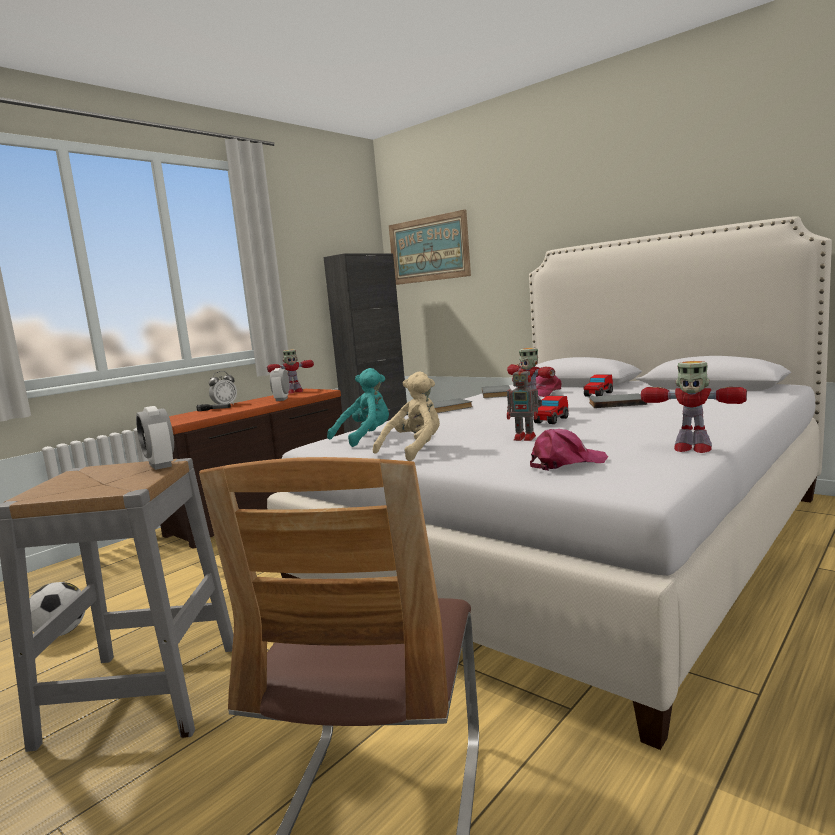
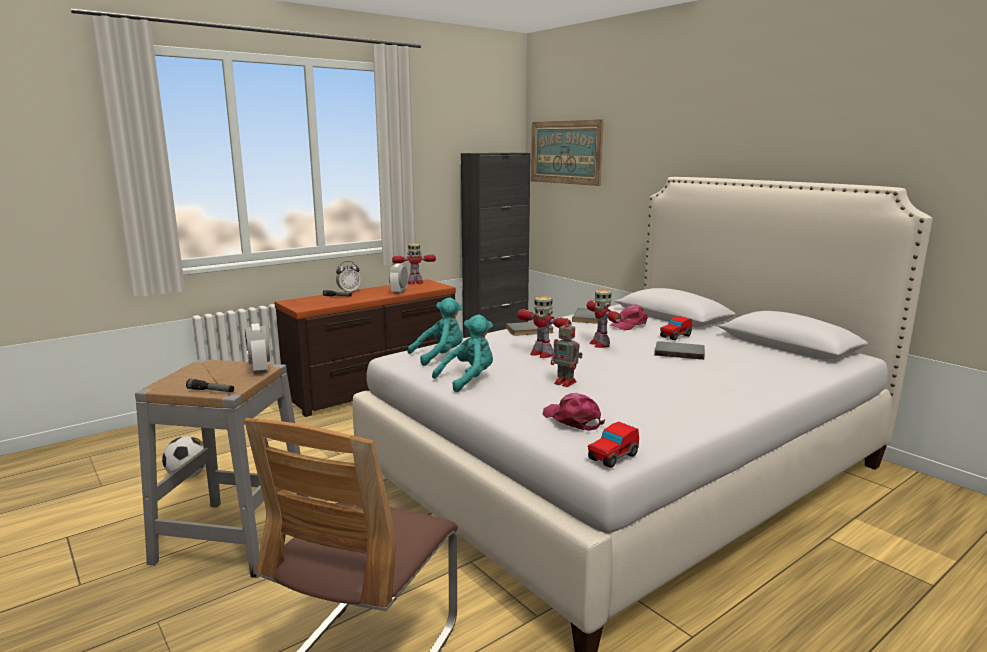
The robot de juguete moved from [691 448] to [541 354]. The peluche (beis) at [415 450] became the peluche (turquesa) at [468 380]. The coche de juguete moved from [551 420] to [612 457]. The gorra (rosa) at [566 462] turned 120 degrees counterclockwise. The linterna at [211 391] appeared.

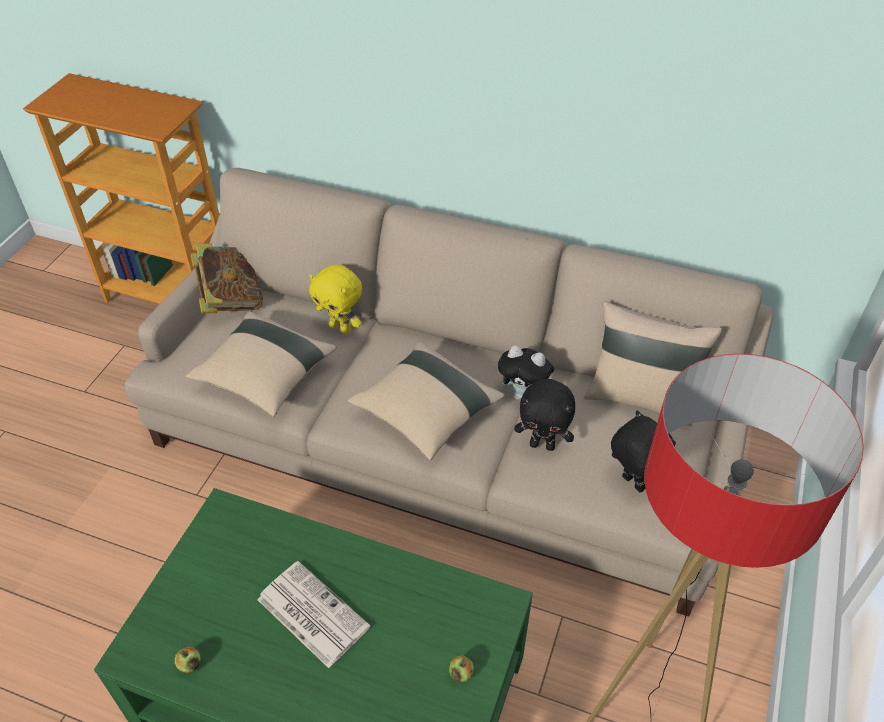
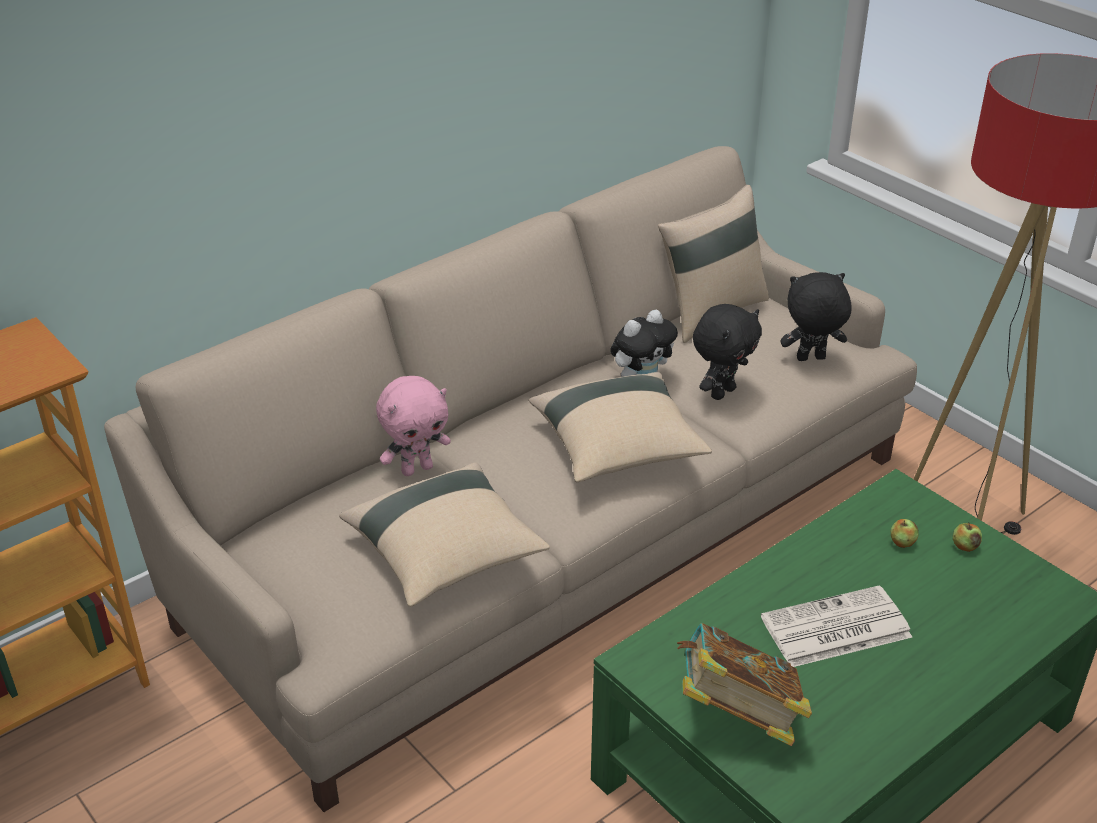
The libro moved from [231 299] to [737 715]. The peluche (amarillo) at [340 328] became the peluche (rosa) at [417 468]. The manzana moved from [190 664] to [902 542].

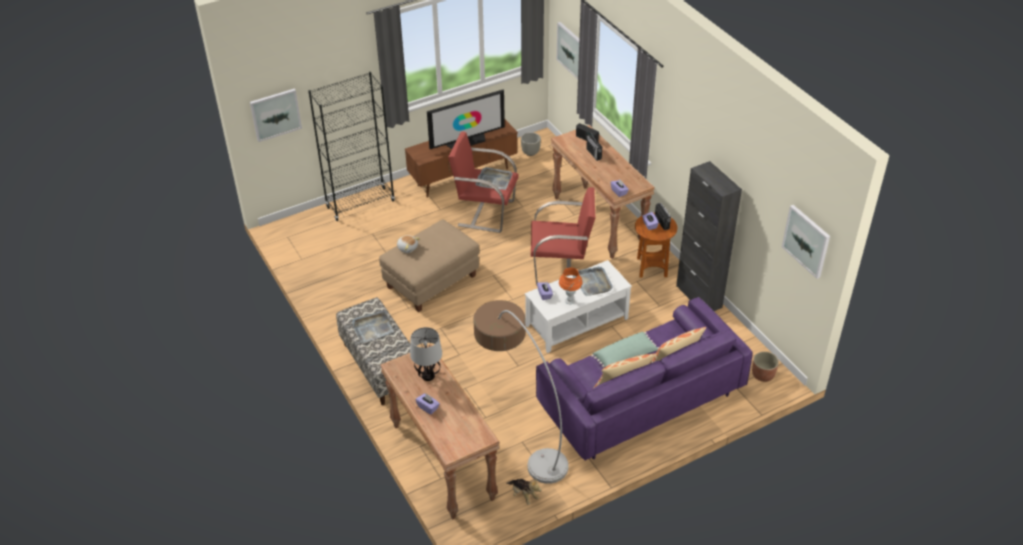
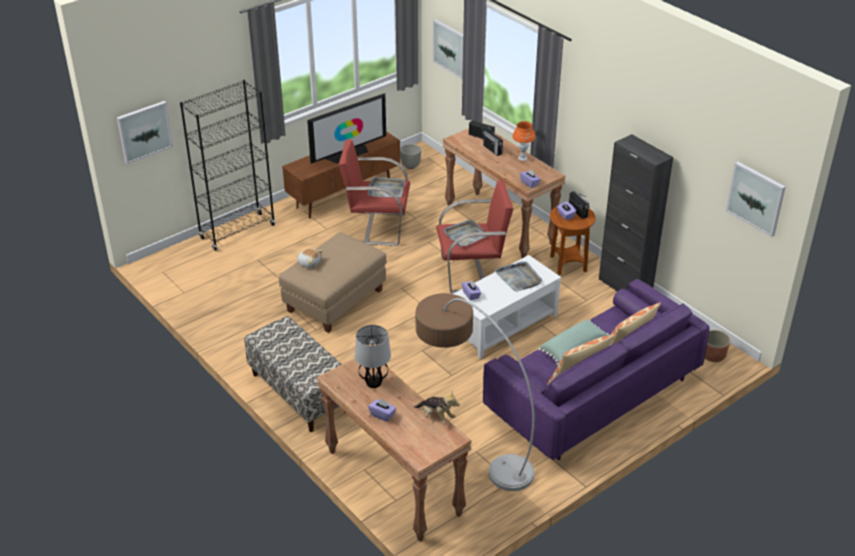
The lámpara de mesa (naranja) moved from [569 301] to [522 158]. The bandeja (gris) moved from [372 328] to [465 235]. The peluche moved from [523 495] to [436 417].

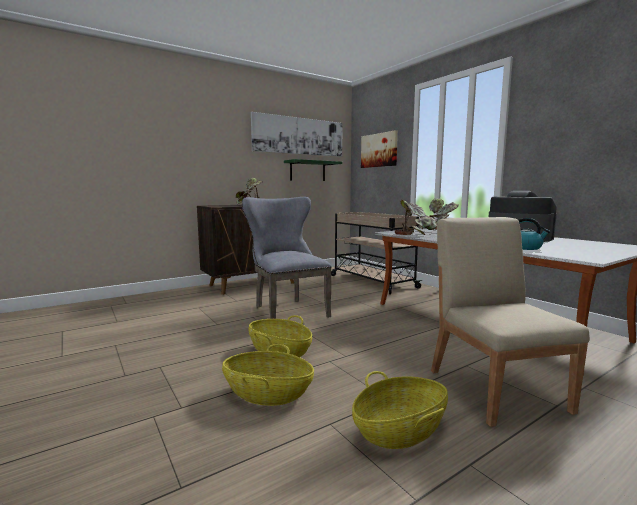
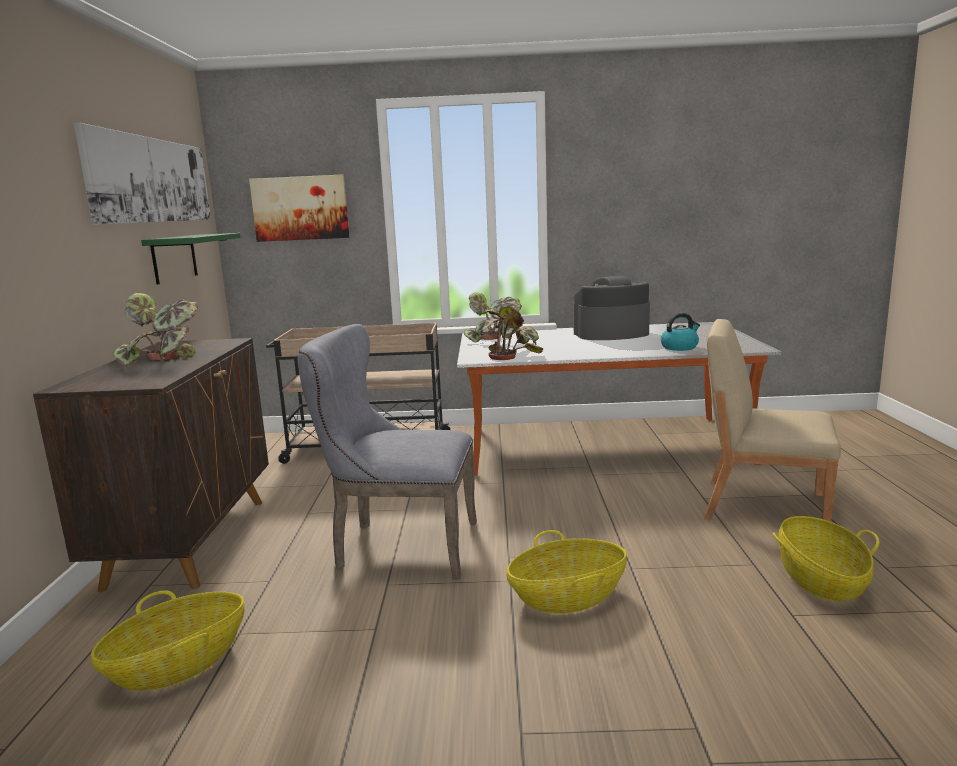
The cesta moved from [267 394] to [178 664].

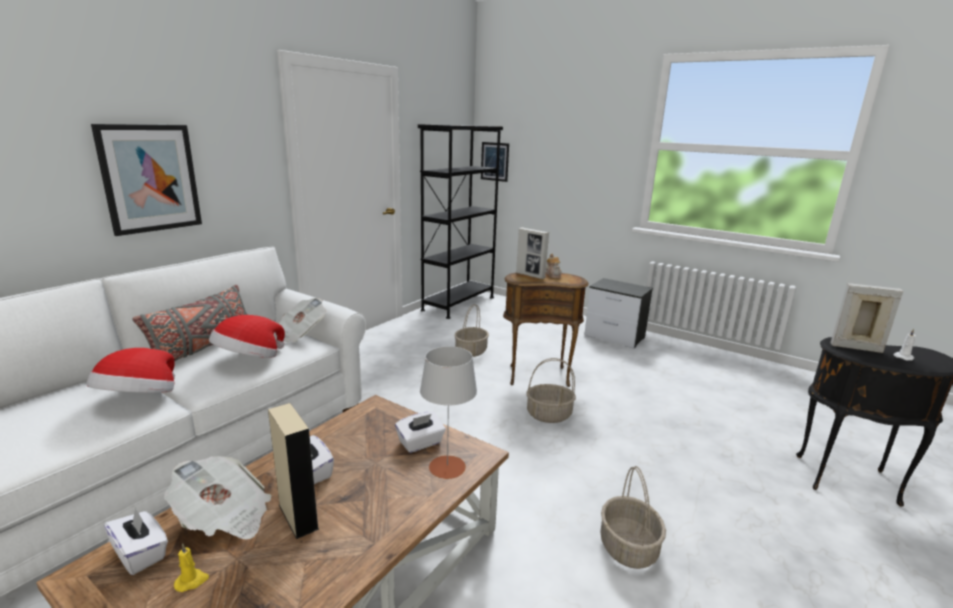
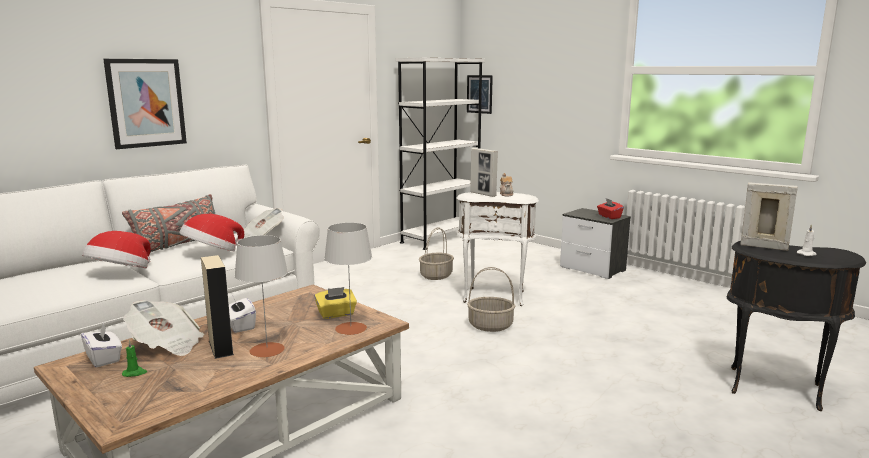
The estantería (negro) at [458 304] became the estantería (blanco) at [440 238]. The mesa auxiliar (marrón) at [538 375] became the mesa auxiliar (blanco) at [495 296]. The caja de pañuelos (blanco) at [420 443] became the caja de pañuelos (amarillo) at [336 314]. The cesta at [629 548] disappeared. The vela (amarillo) at [192 581] became the vela (verde) at [135 373]. The caja de pañuelos (rojo) at [609 217] appeared. The lámpara de mesa (gris) at [267 350] appeared.

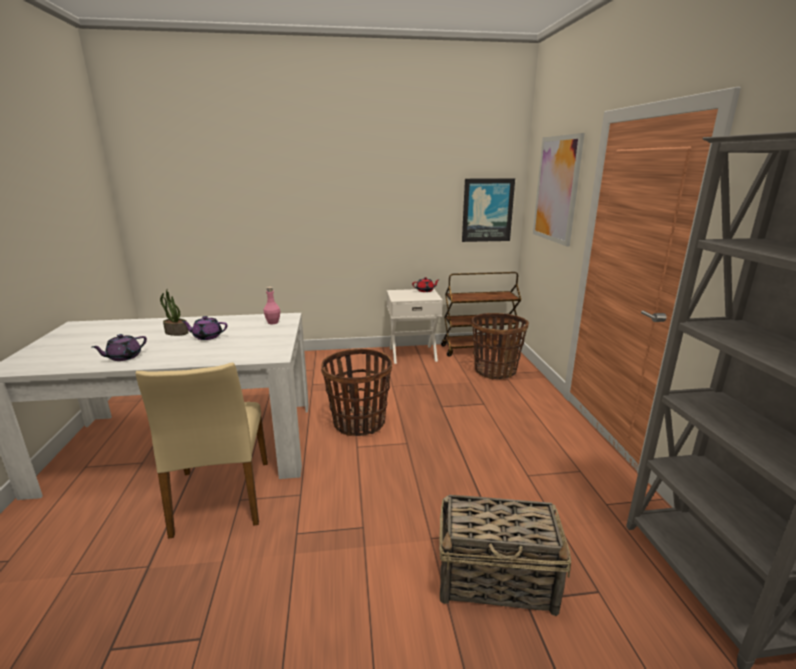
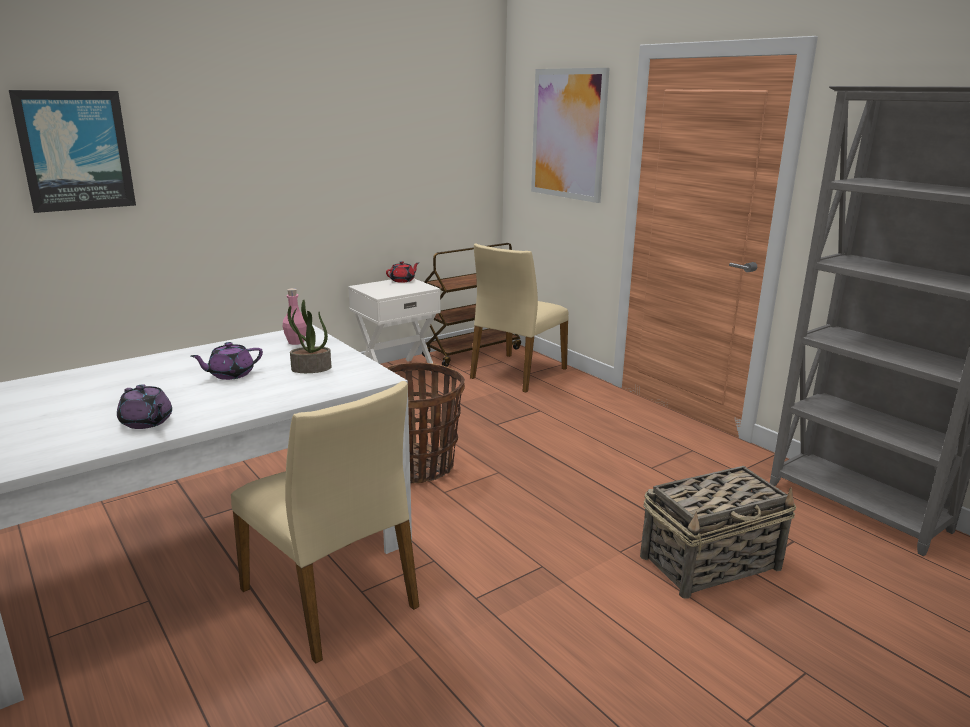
The cuadro moved from [487 210] to [75 151]. The planta en maceta moved from [176 332] to [311 369]. The cesta at [495 371] was replaced by the silla (beis) at [517 373]. The tetera (morado) at [123 357] turned 60 degrees counterclockwise.

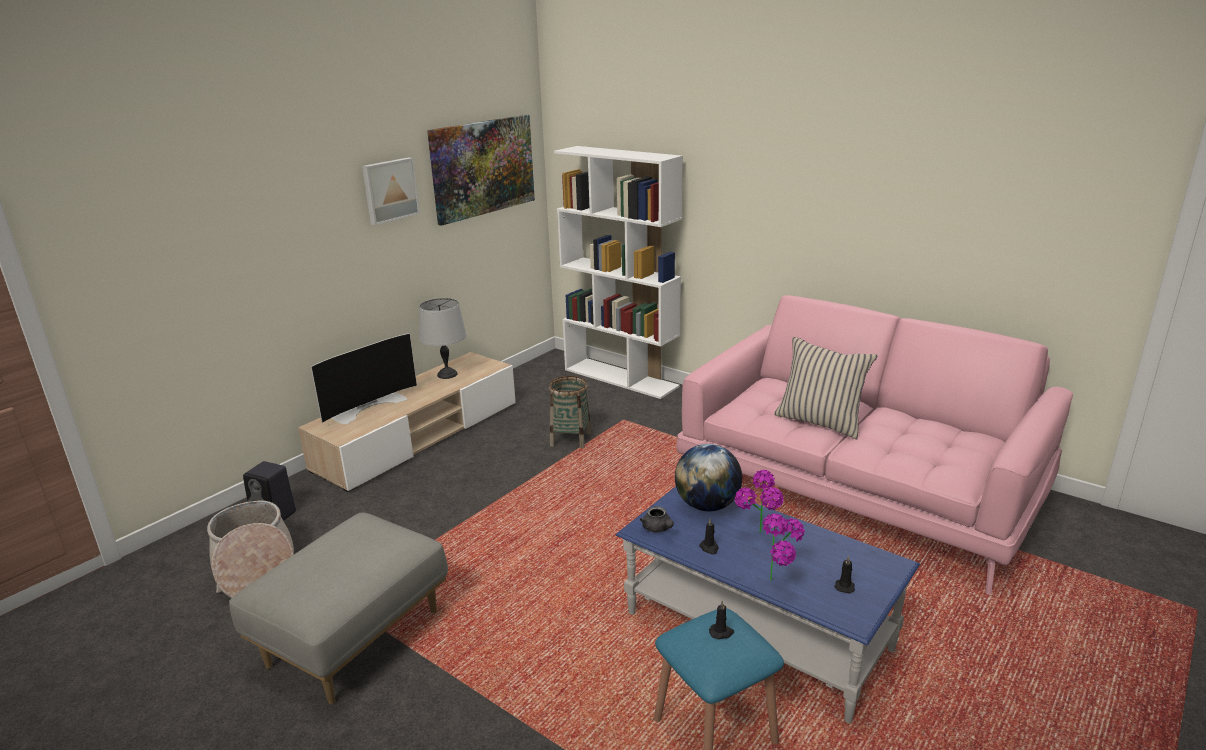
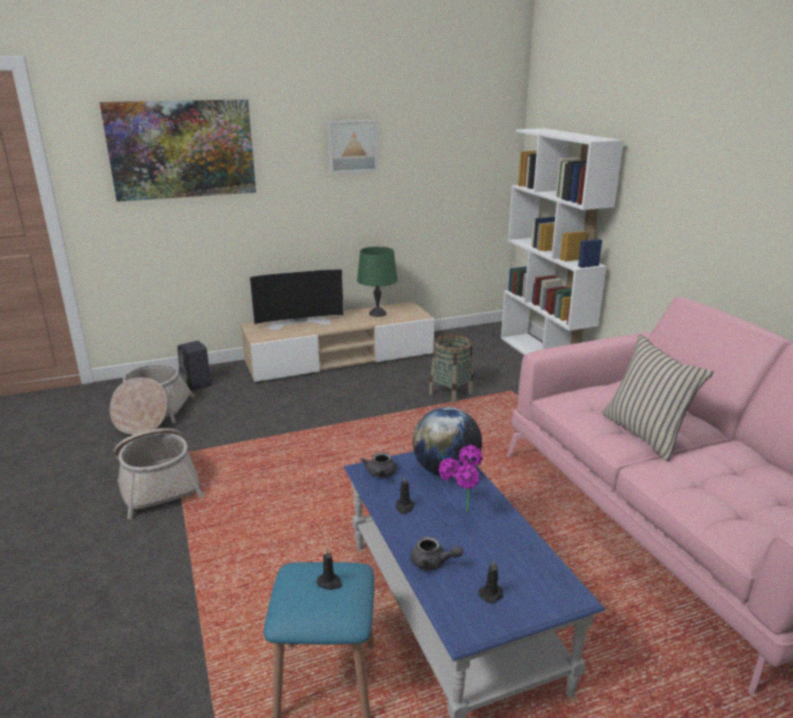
The cuadro moved from [483 167] to [182 149]. The lámpara de mesa (gris) at [447 374] became the lámpara de mesa (verde) at [378 313]. The puf (gris) at [354 637] was replaced by the cesta at [158 483]. The planta en maceta at [780 582] was replaced by the tetera (gris) at [433 563].

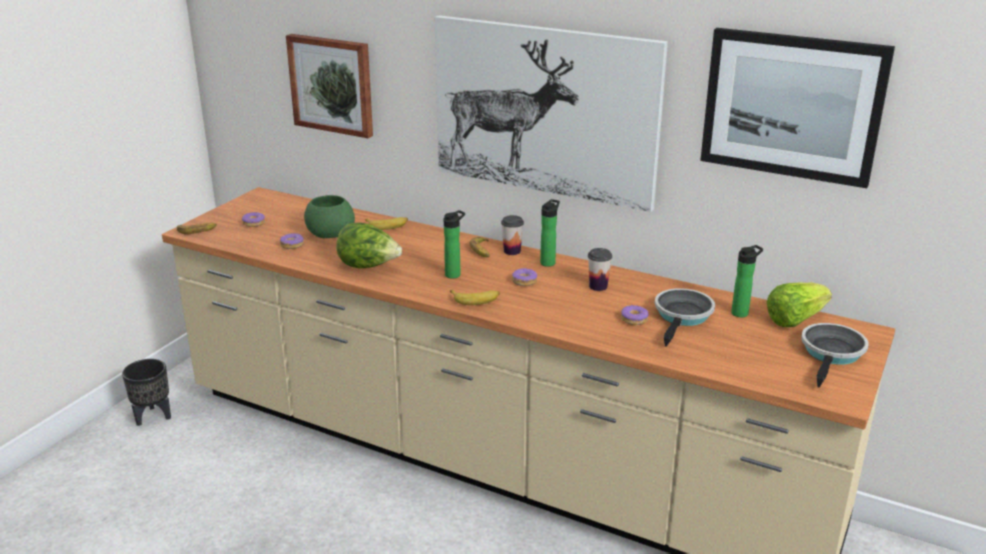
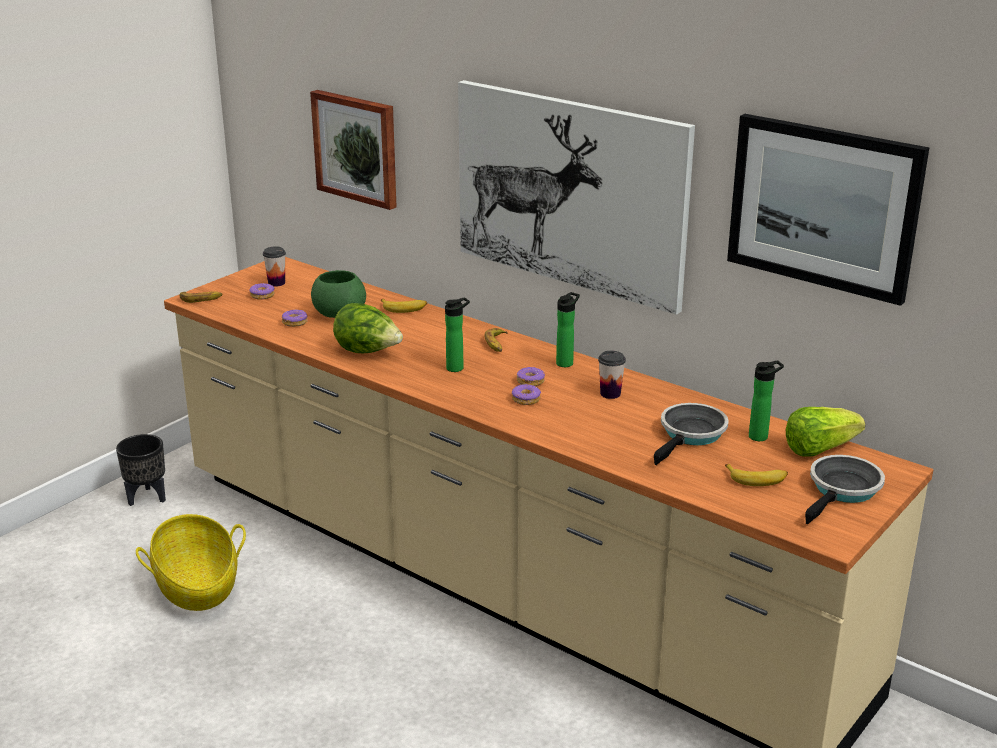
The taza moved from [512 251] to [276 283]. The plátano moved from [475 299] to [757 479]. The rosquilla moved from [634 319] to [526 399]. The cesta at [197 586] appeared.

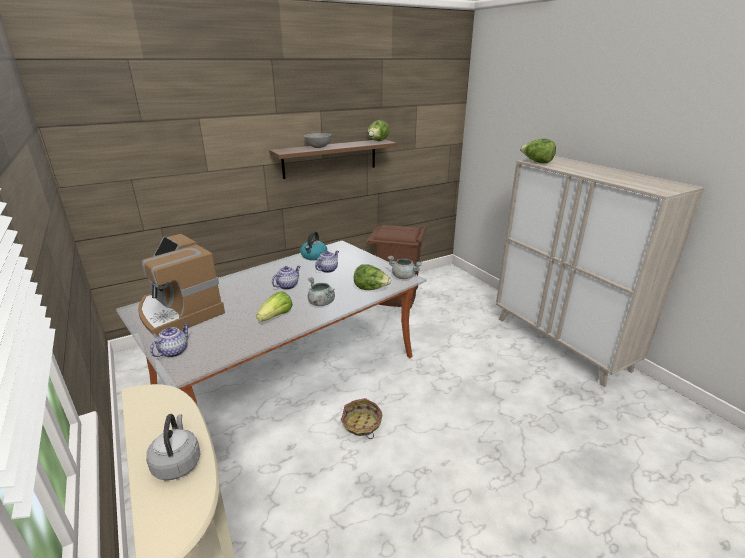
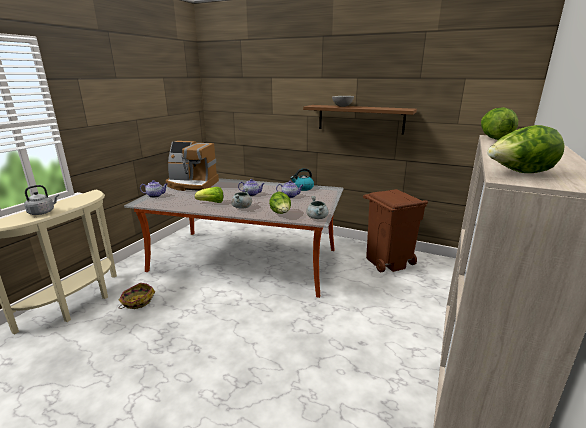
The lechuga moved from [377 141] to [519 173]. The cafetera at [179 312] turned 90 degrees counterclockwise. The cesta moved from [361 424] to [137 301].

